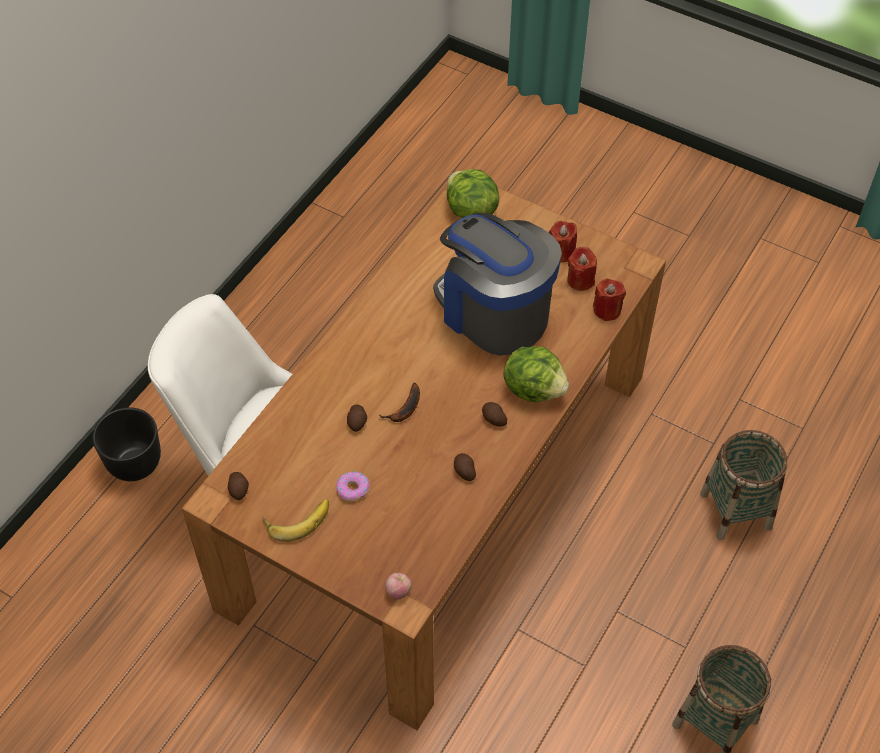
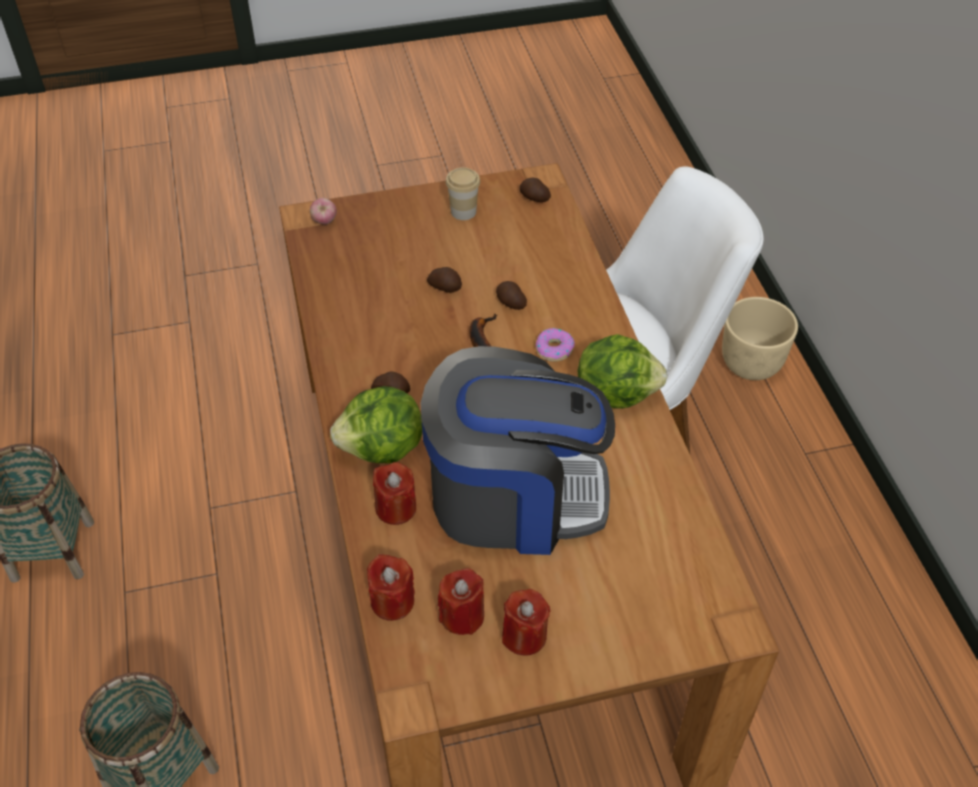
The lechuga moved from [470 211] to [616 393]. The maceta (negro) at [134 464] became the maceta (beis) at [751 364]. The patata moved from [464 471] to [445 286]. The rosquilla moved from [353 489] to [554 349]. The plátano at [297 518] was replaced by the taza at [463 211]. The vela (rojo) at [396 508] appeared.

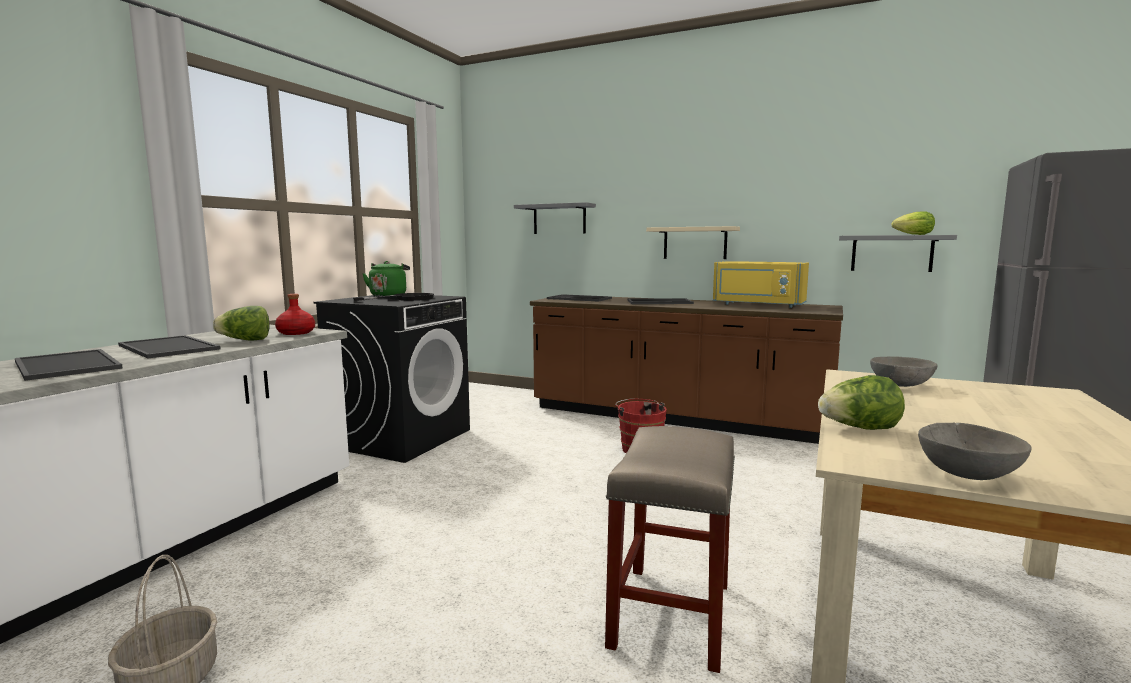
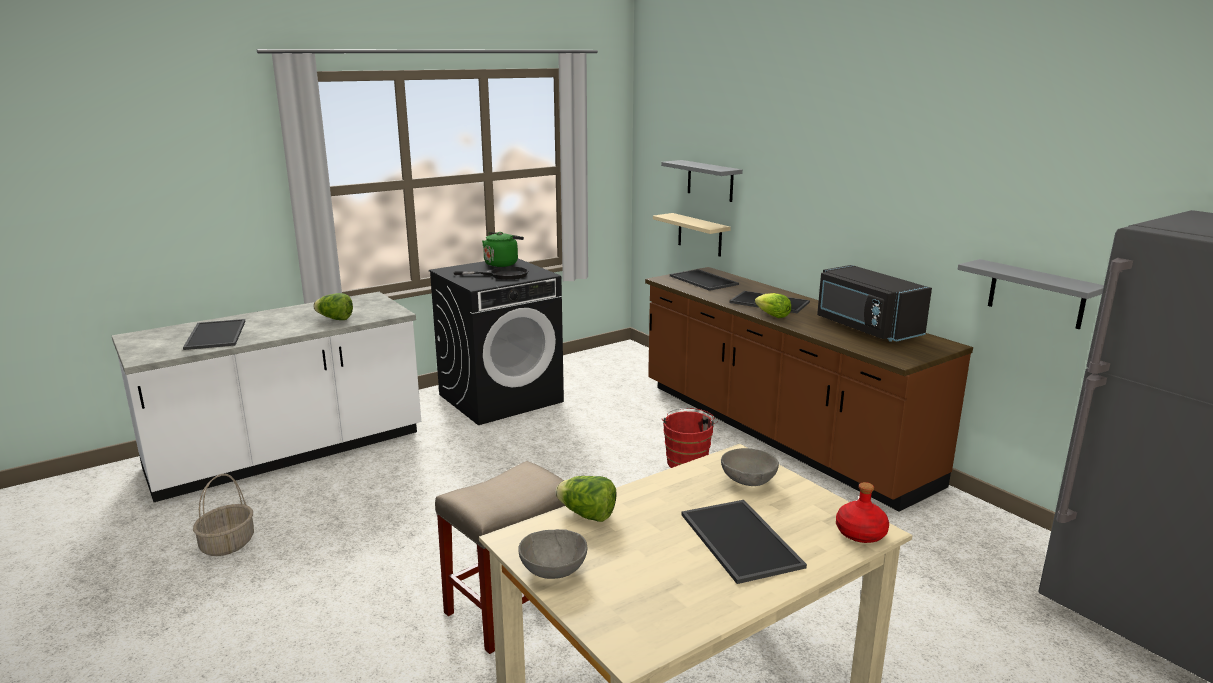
The lechuga moved from [914 234] to [773 316]. The estante (beis) moved from [695 243] to [699 235]. The microondas (amarillo) at [757 305] became the microondas (negro) at [865 328]. The botella (rojo) moved from [296 333] to [861 533]. The bandeja moved from [171 347] to [743 540].

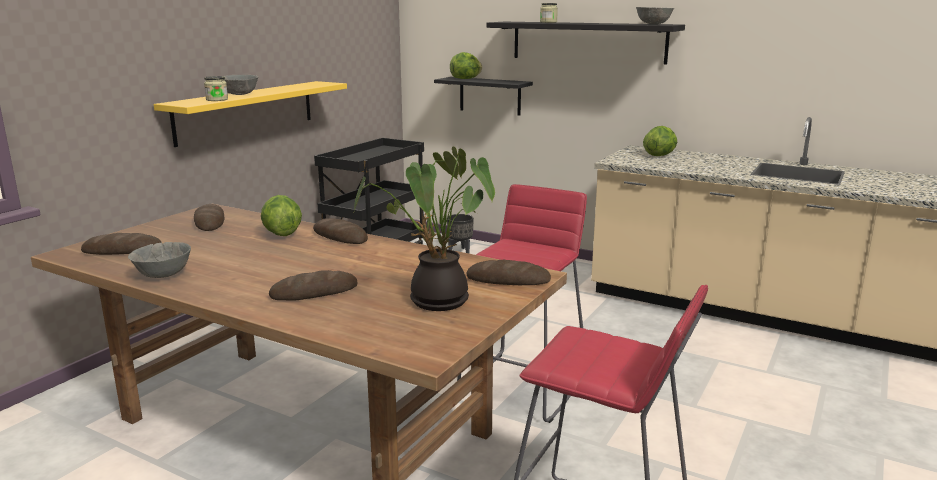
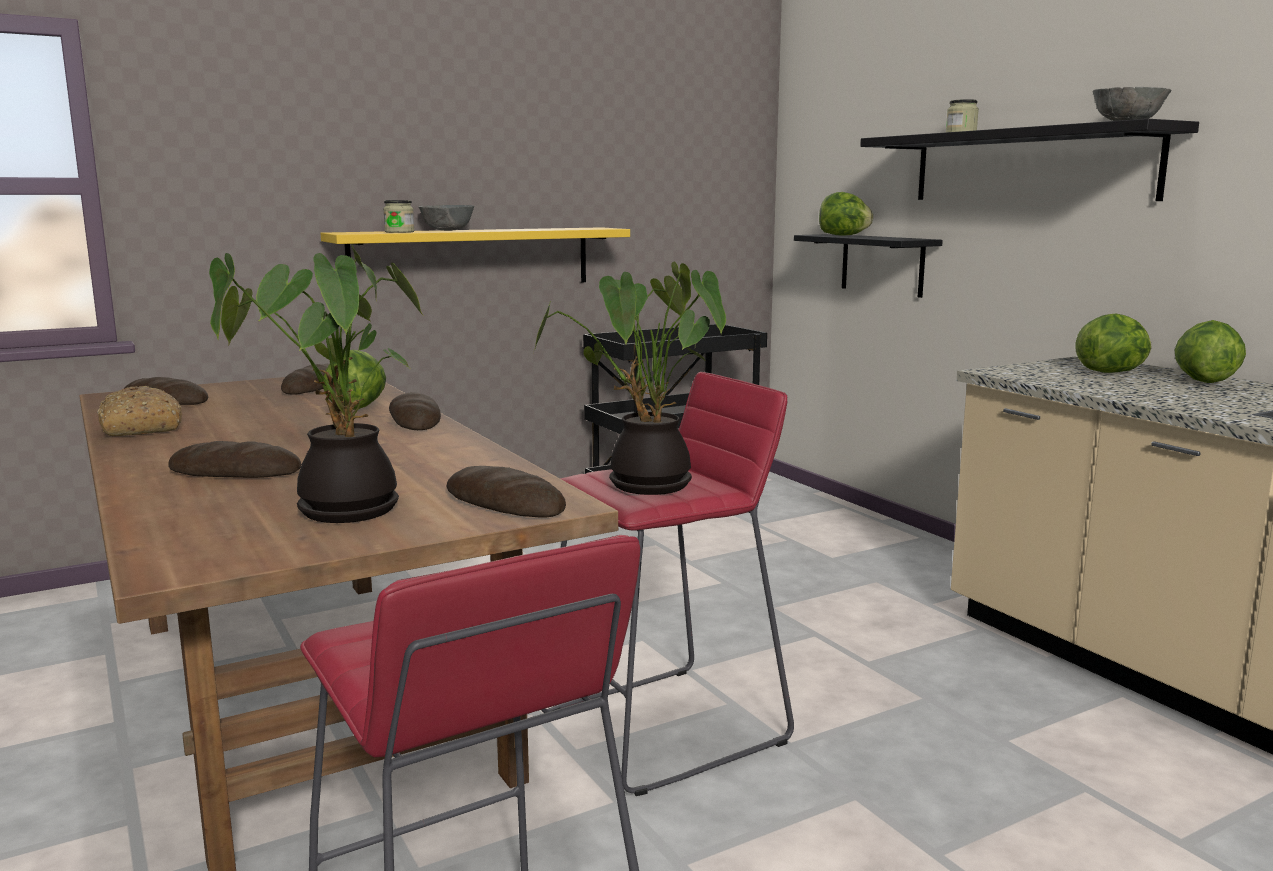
The maceta (negro) at [460 251] disappeared. The cuenco (gris) at [163 275] was replaced by the pan at [139 428]. The planta en maceta at [642 485] appeared. The lechuga at [1202 381] appeared.

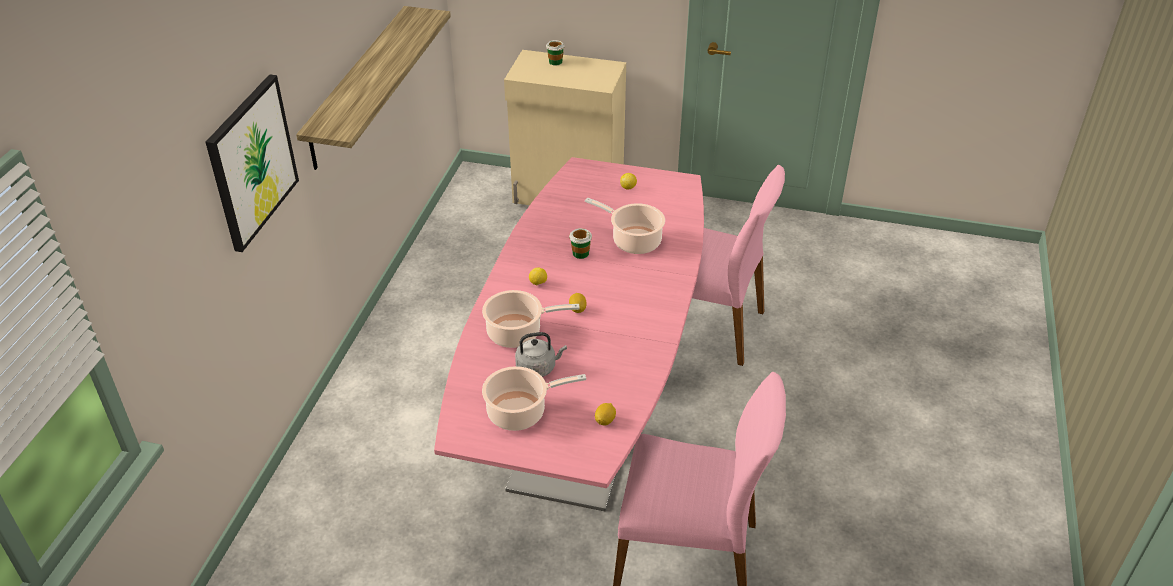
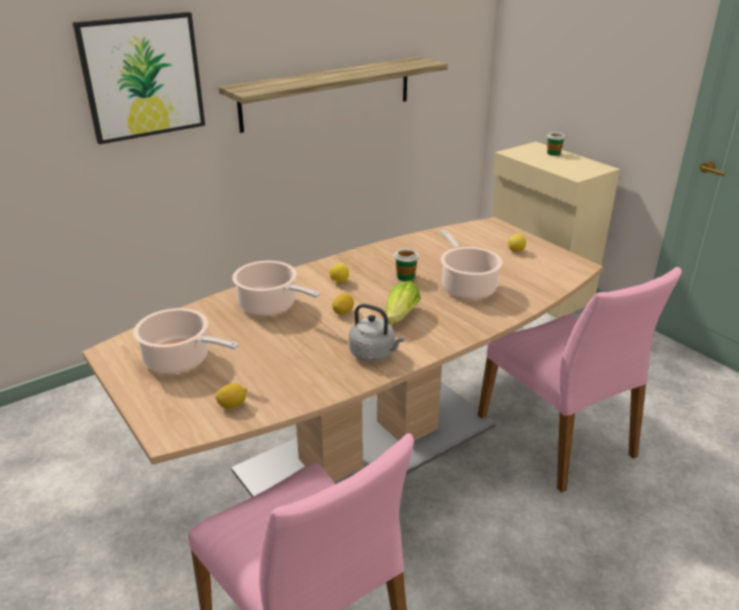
The mesa de comedor (rosa) at [586 409] became the mesa de comedor (marrón) at [370 447]. The hervidor (gris) moved from [538 368] to [374 354]. The lechuga at [399 318] appeared.

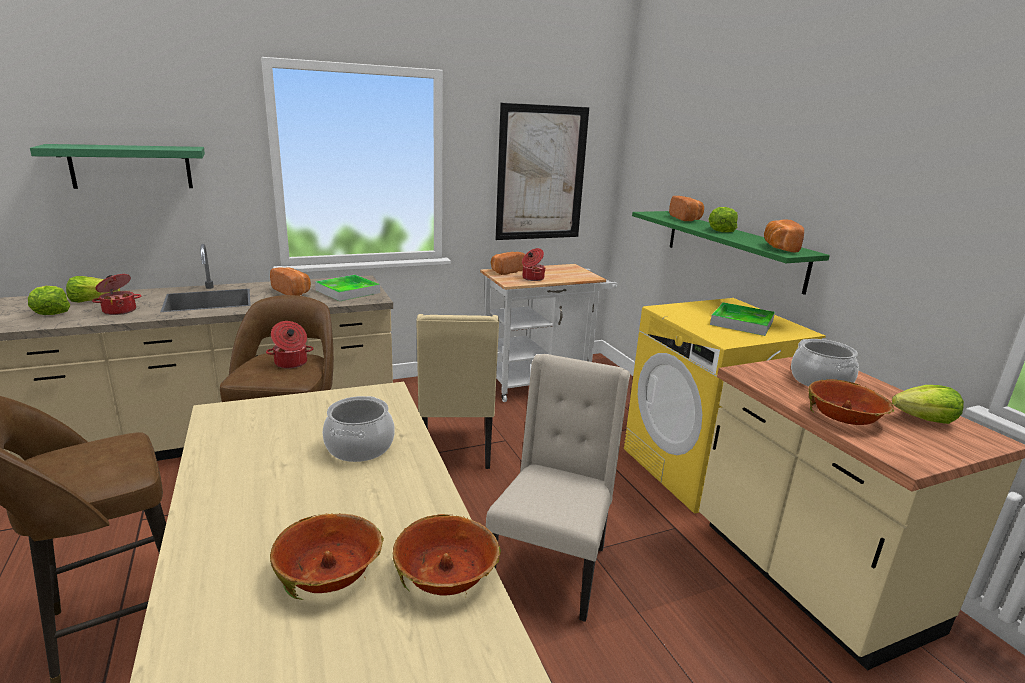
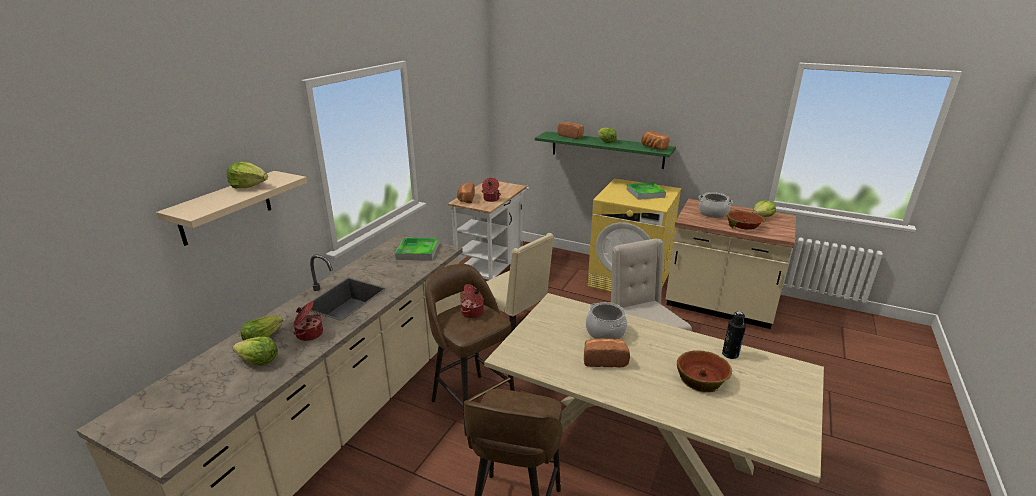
The cuadro at [541 174] disappeared. The estante (verde) at [131 167] became the estante (beis) at [225 208]. The pan moved from [293 292] to [604 360]. The cuenco at [446 573] was replaced by the botella (negro) at [730 354]. The lechuga at [249 186] appeared.

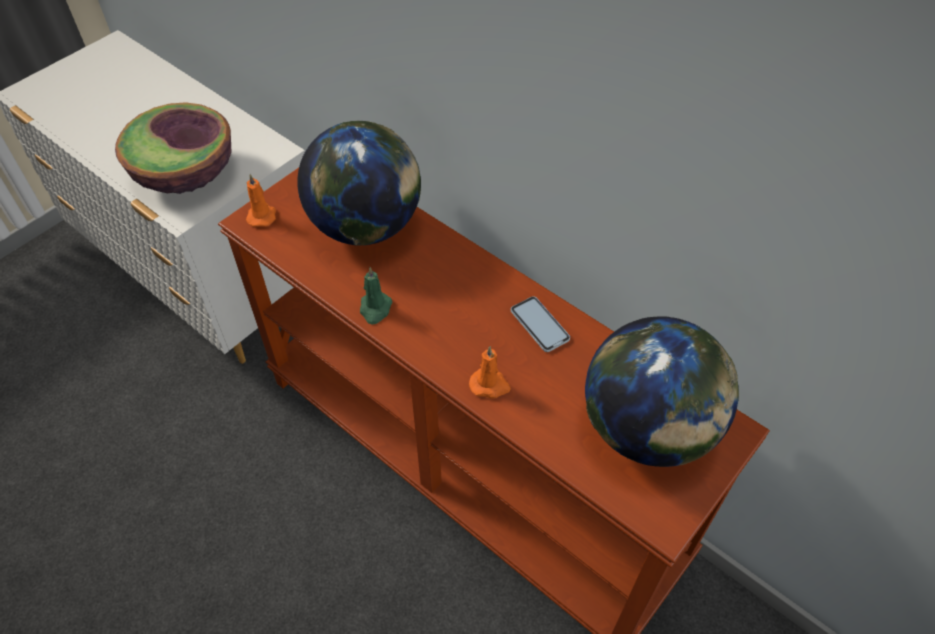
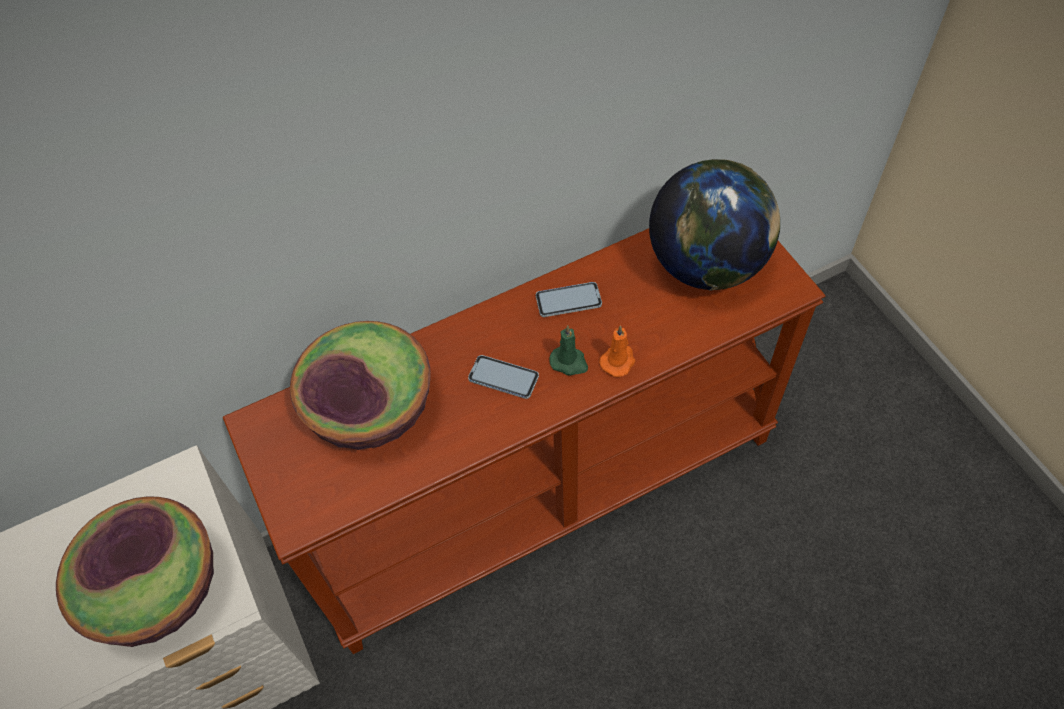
The globo terráqueo at [366 227] was replaced by the cuenco at [370 407]. The vela (naranja) at [262 215] disappeared. The vela (verde) moved from [375 309] to [569 362]. The móvil at [503 378] appeared.

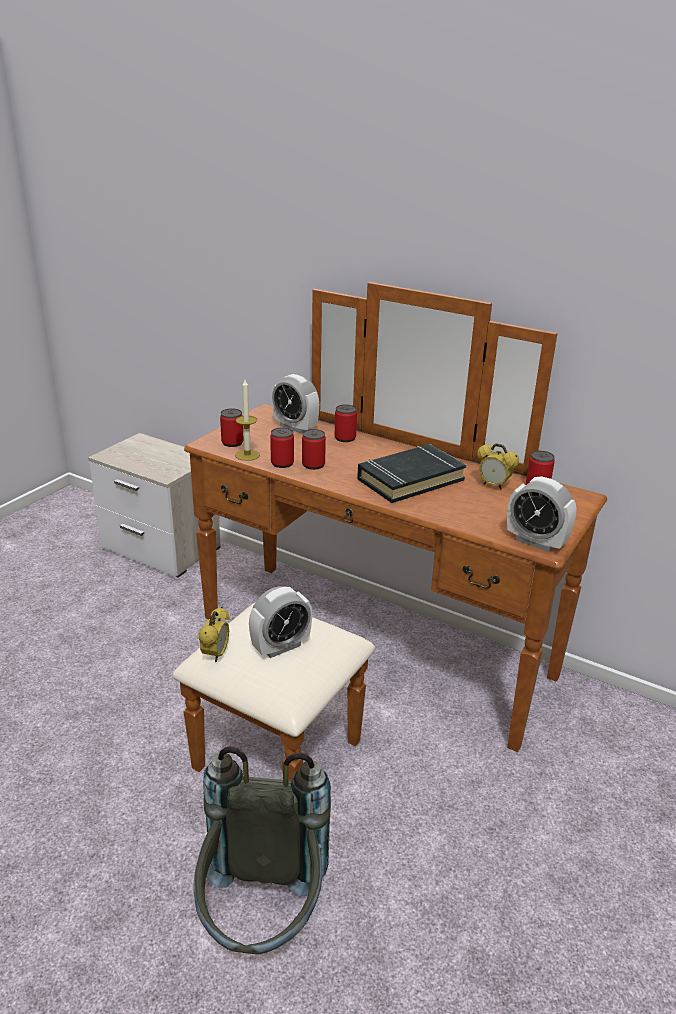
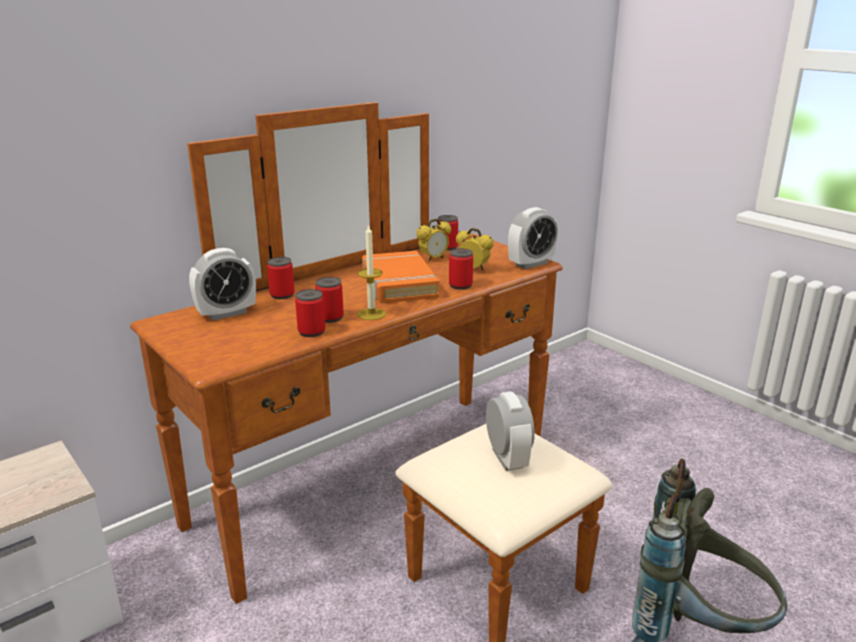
The vela moved from [247 455] to [371 314]. The lata moved from [232 442] to [460 285]. The libro (negro) at [410 479] became the libro (naranja) at [398 284]. The despertador moved from [216 655] to [473 269].

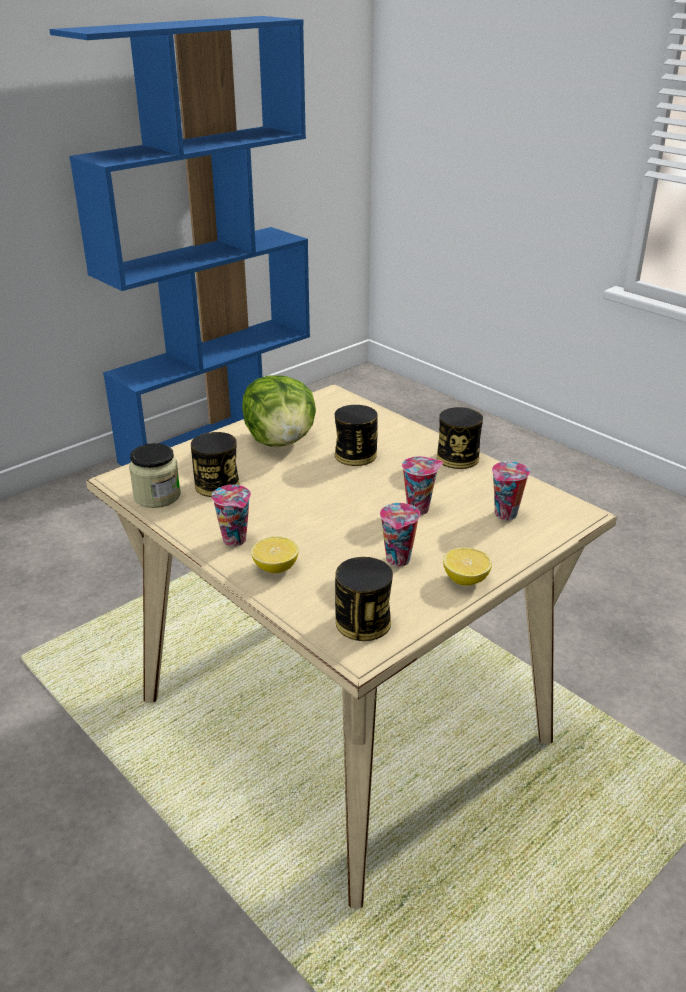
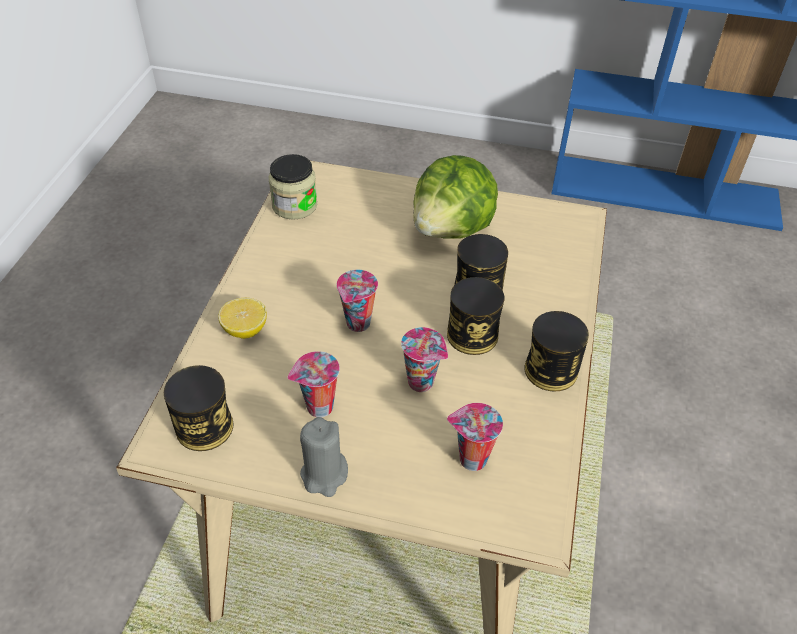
The lata moved from [217 485] to [472 335]. The taza moved from [236 540] to [358 324]. The limón at [465 579] was replaced by the vela (gris) at [324 475].

